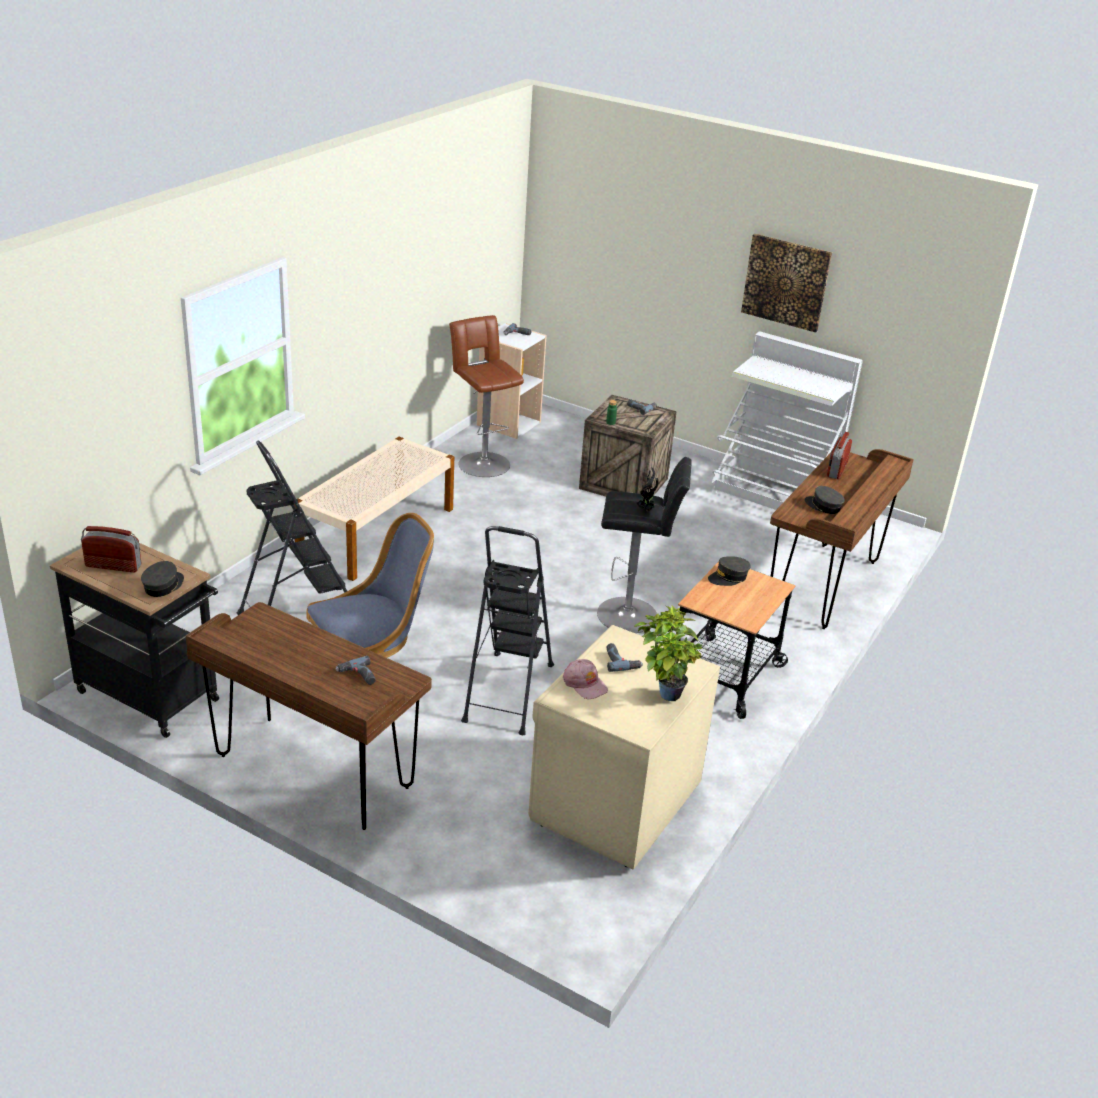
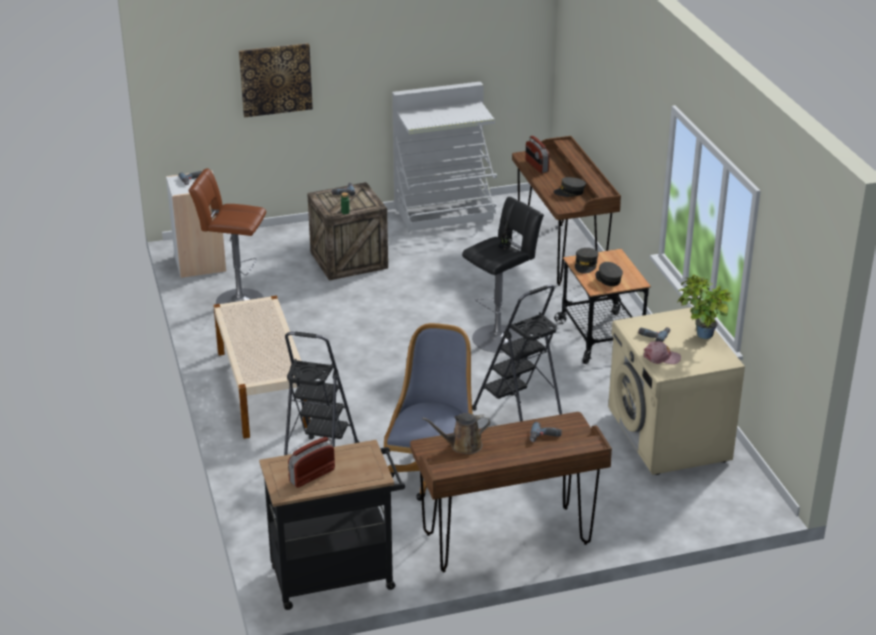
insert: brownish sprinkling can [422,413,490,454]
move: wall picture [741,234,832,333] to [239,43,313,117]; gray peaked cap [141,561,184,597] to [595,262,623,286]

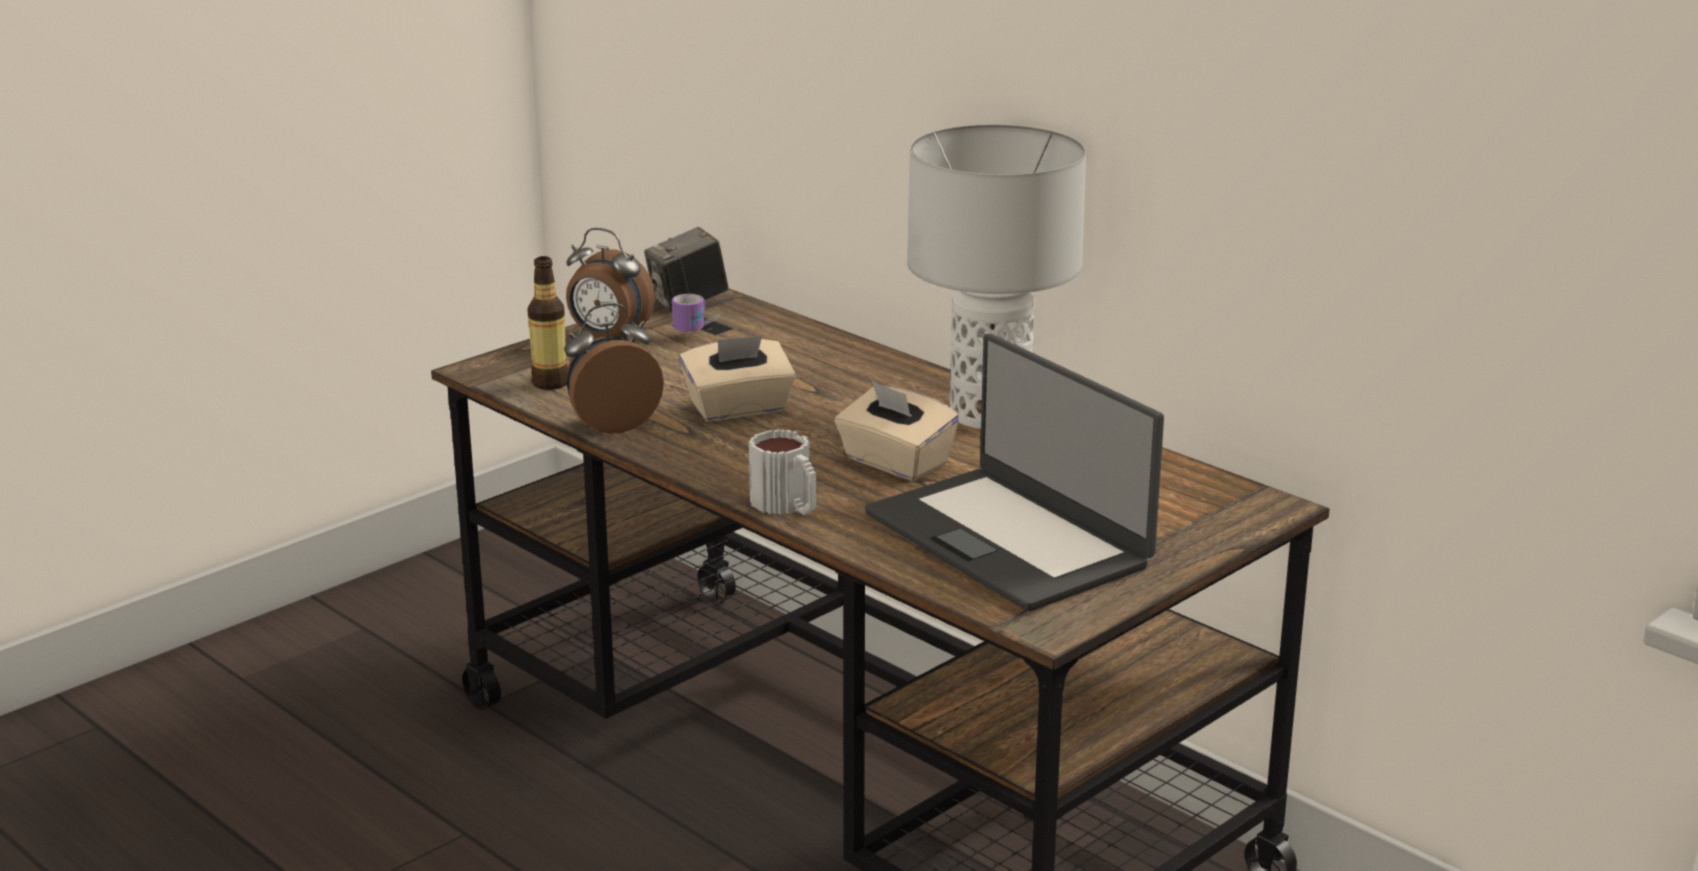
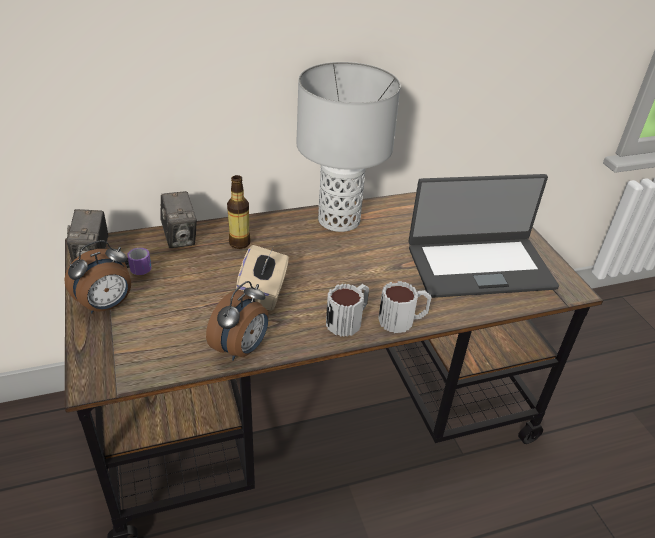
delete: sand-coloured box of tissues [835,380,959,481]
insert: still camera [160,191,197,248]; tea mug [326,284,369,337]
move: beverage bottle [527,256,568,390] to [227,175,251,249]
rotate: table clock [564,303,664,434] = [206,281,269,361] 150 degrees counterclockwise

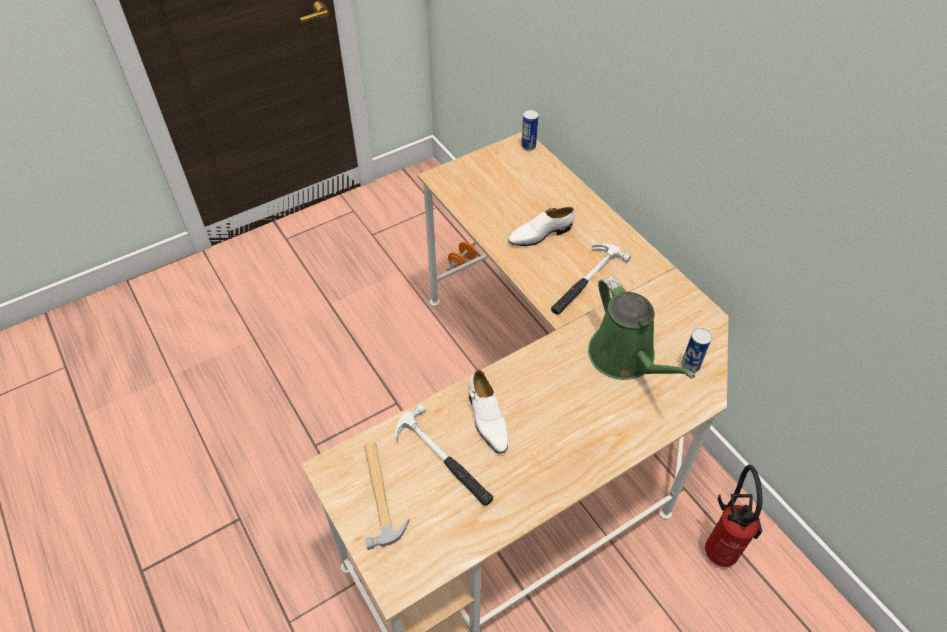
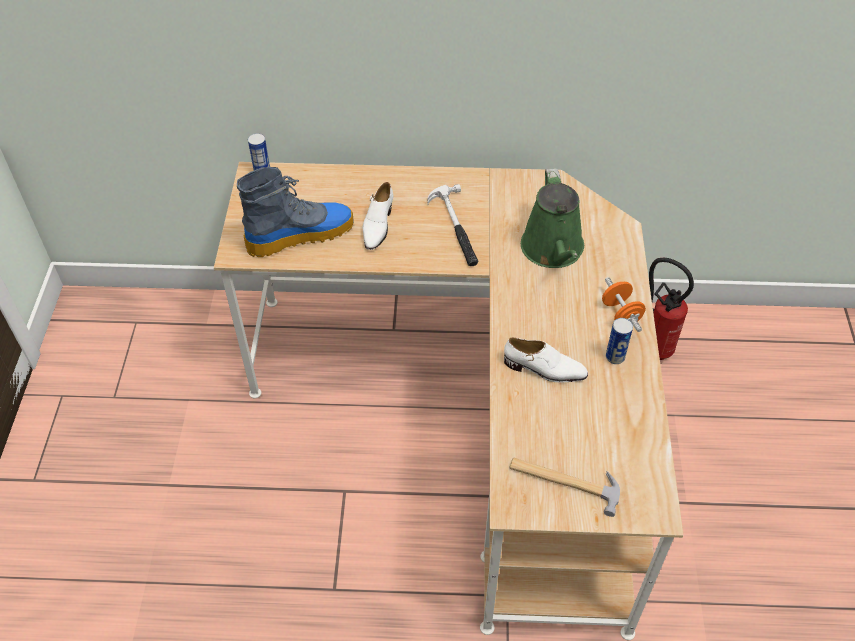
delete: hammer [396,404,493,506]
insert: boot [237,167,354,257]
move: orange-coloured hand weight [447,242,477,271] to [602,277,646,332]; can [681,328,712,373] to [606,318,633,364]
rotate: greenish sprinkling can [589,276,695,380] = [521,168,584,268] 75 degrees clockwise

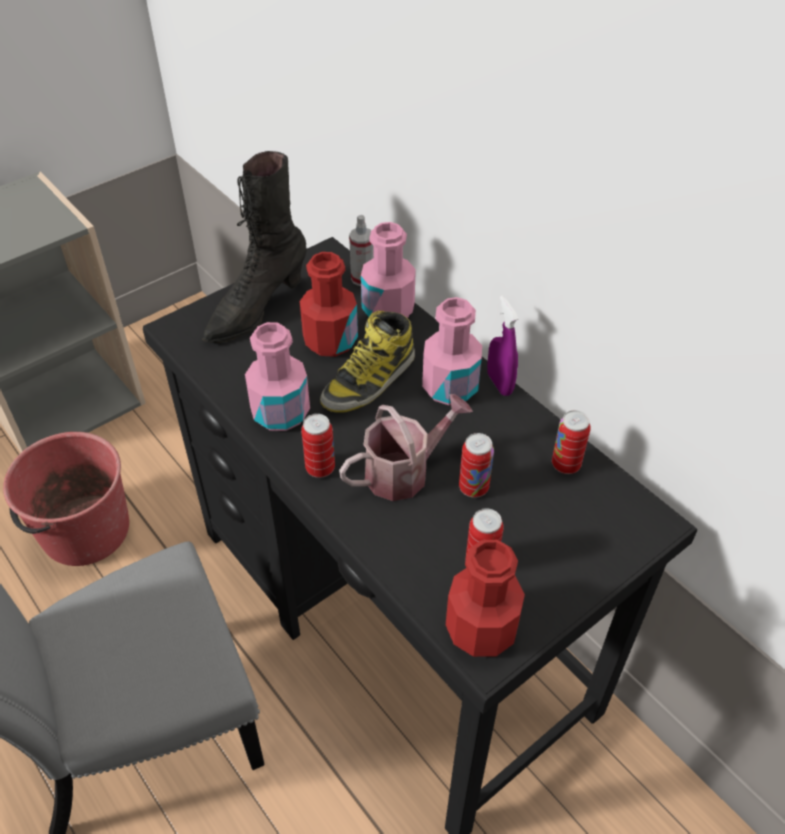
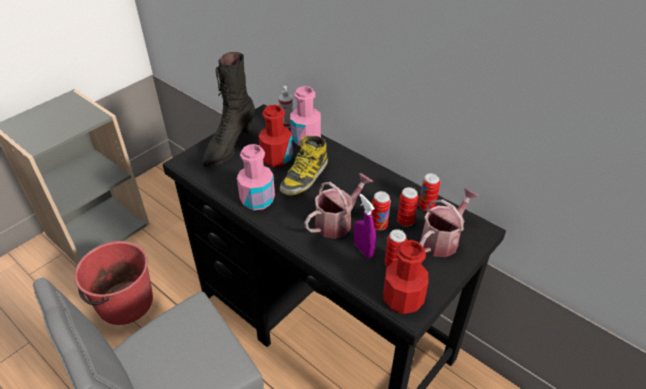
delete: pink beverage bottle [422,297,482,405]
insert: sprinkling can [420,188,479,257]
move: purple-coloured hand sprayer [487,295,519,396] to [354,194,376,258]; can [301,414,335,478] to [397,187,418,226]

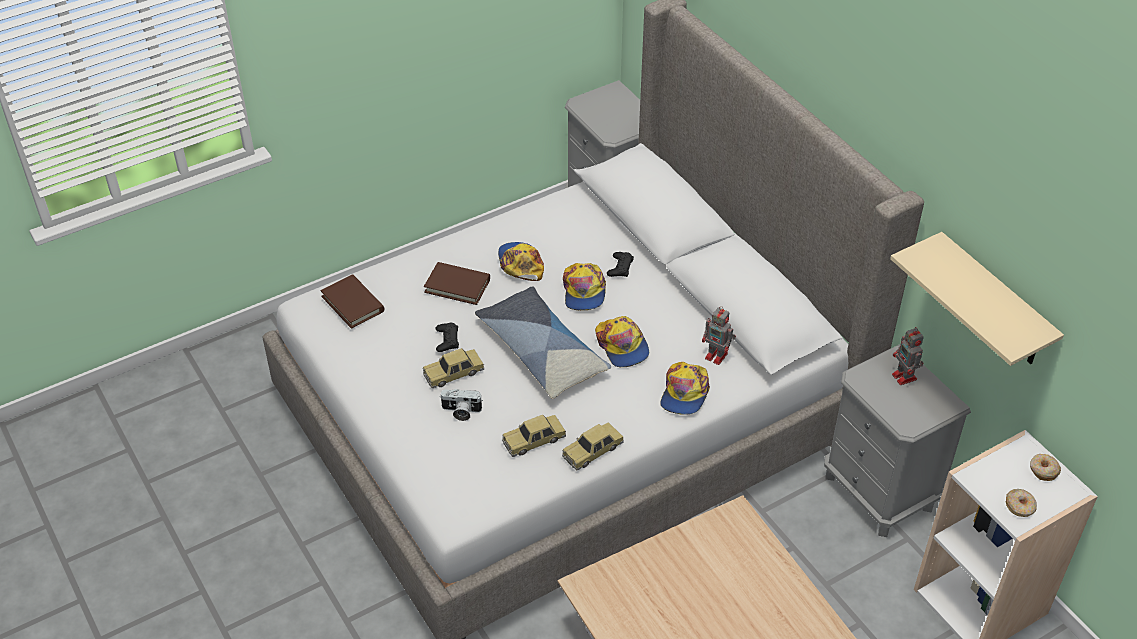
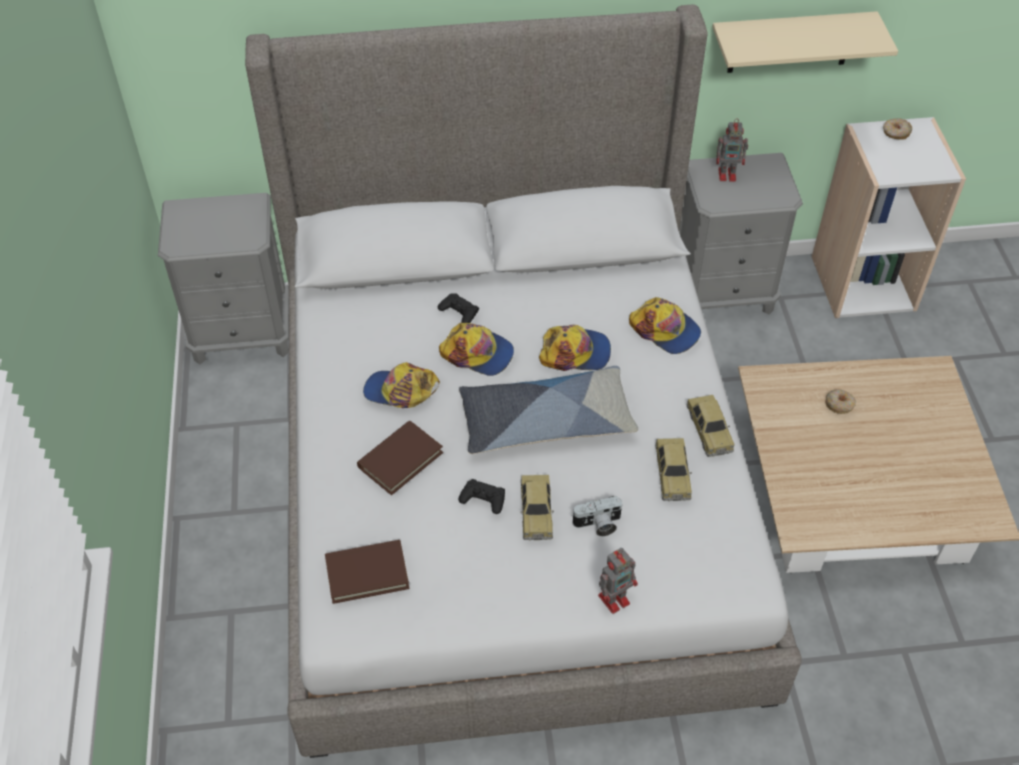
move: toy robot [702,306,736,365] to [598,548,638,614]; doughnut [1006,489,1037,517] to [825,389,856,414]
rotate: still camera [440,389,483,421] = [572,496,623,536] 45 degrees clockwise

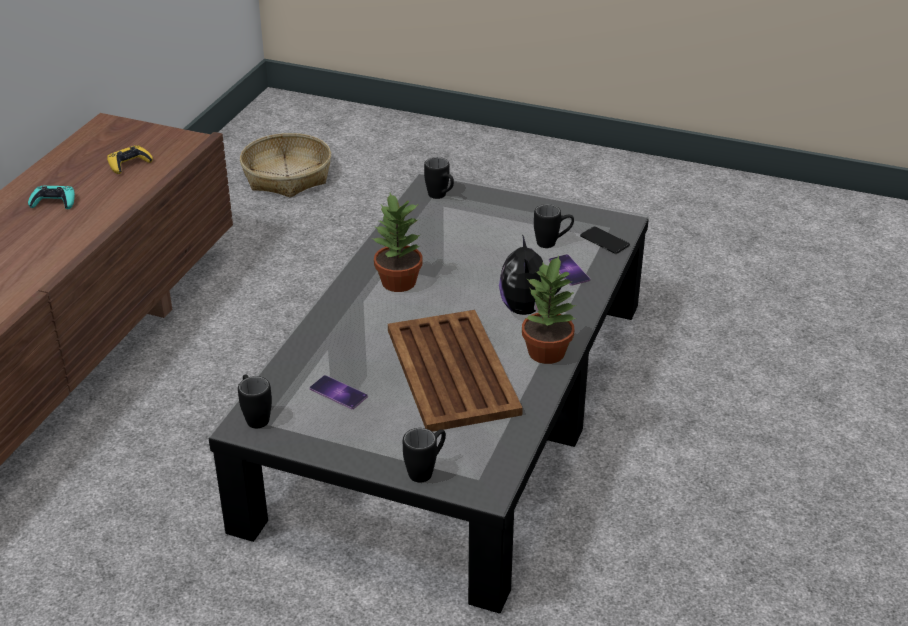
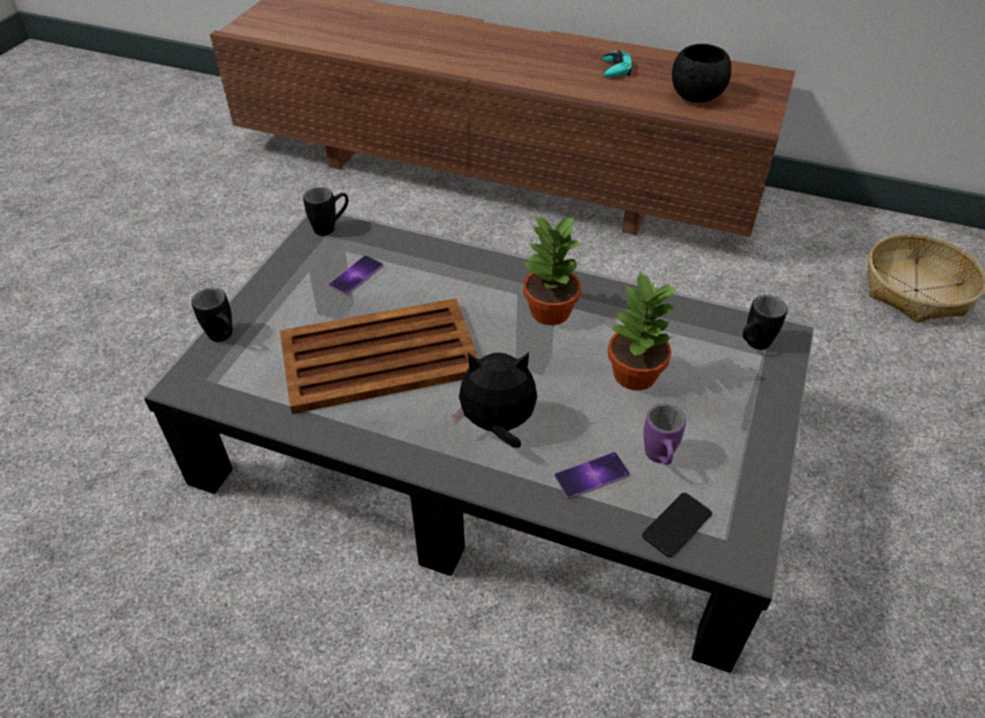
move: potted plant [522,256,576,364] to [608,271,677,390]
replace: yellowish gamepad [107,145,153,174] to black bowl [672,44,731,102]
recolor: black tea mug [534,204,574,248] to purple-coloured tea mug [643,404,686,465]

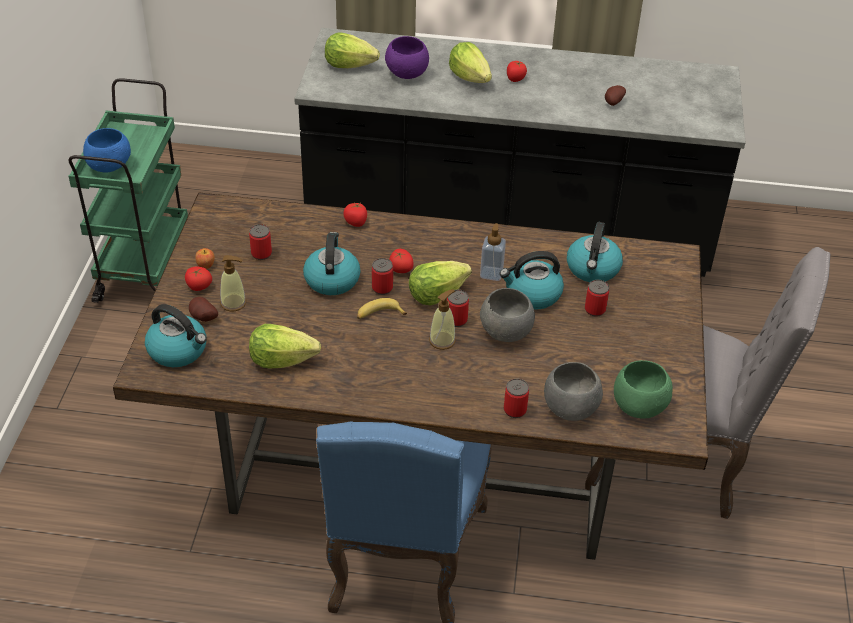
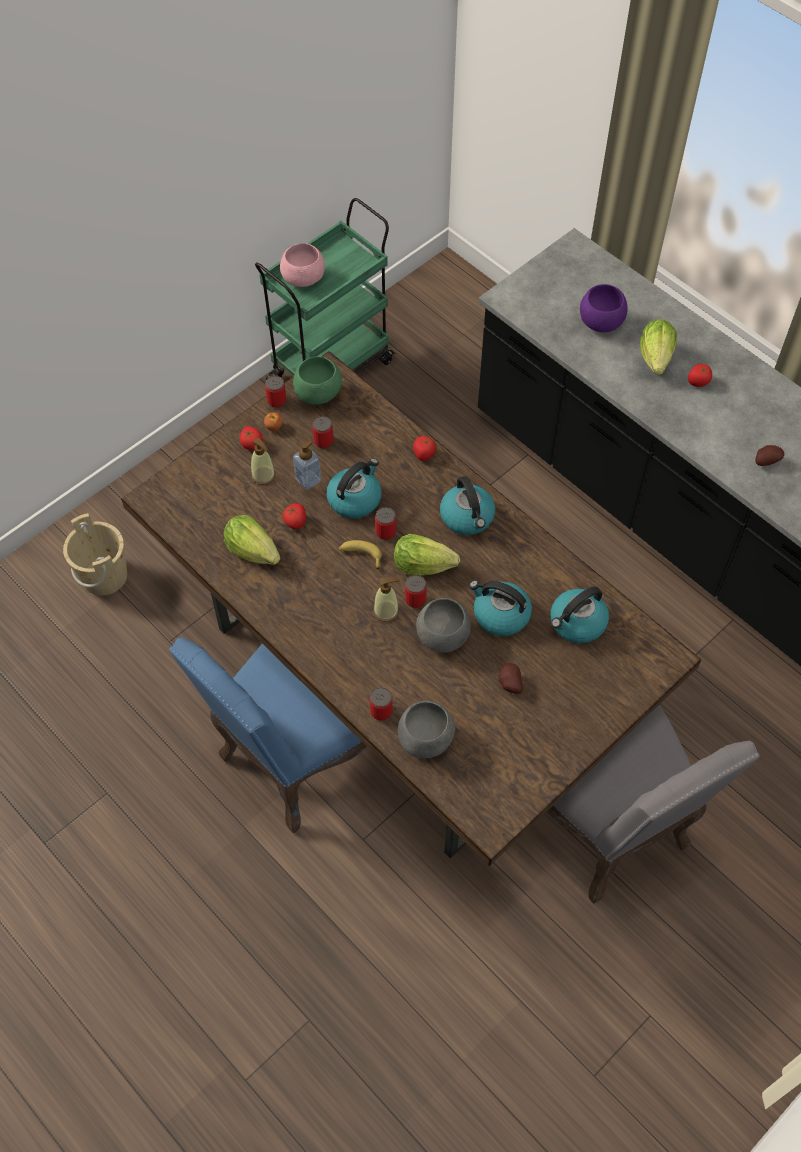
delete: head of lettuce [325,32,380,68]
insert: sand-coloured water bucket [63,513,127,596]
move: can [585,280,609,317] to [265,375,286,408]; whole tomato [389,249,414,273] to [283,503,306,529]; greenish bowl [614,360,673,419] to [293,356,342,405]; soap dispenser [480,223,506,281] to [293,441,321,490]; kettle [145,304,207,367] to [440,476,495,535]; whole potato [189,297,218,322] to [499,663,523,694]
recolor: blue bowl [83,128,131,173] to pink bowl [280,243,325,287]

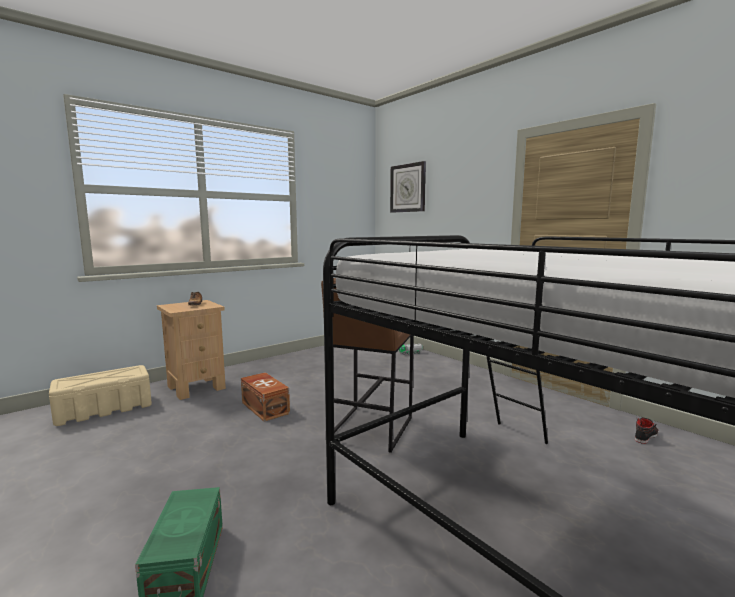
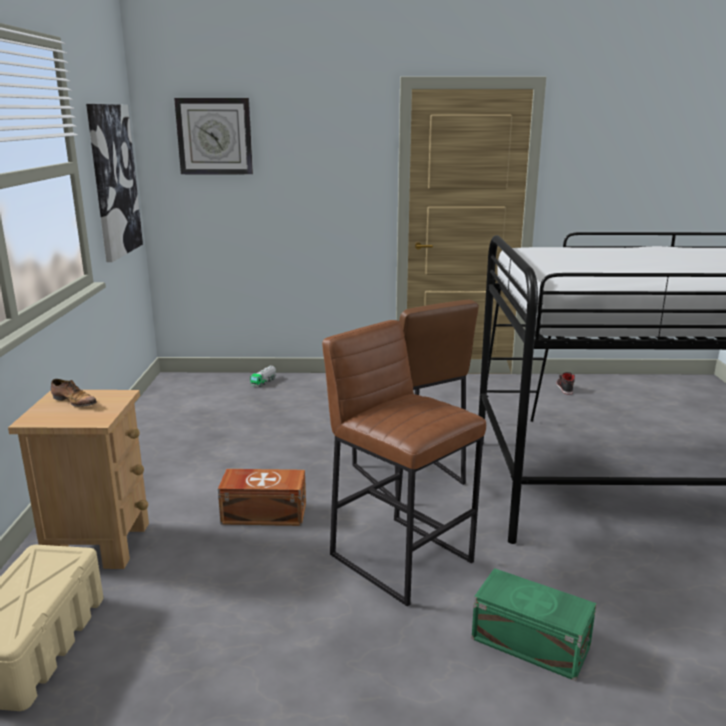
insert: wall picture [86,104,143,262]; brownish stool seat [322,320,486,606]

